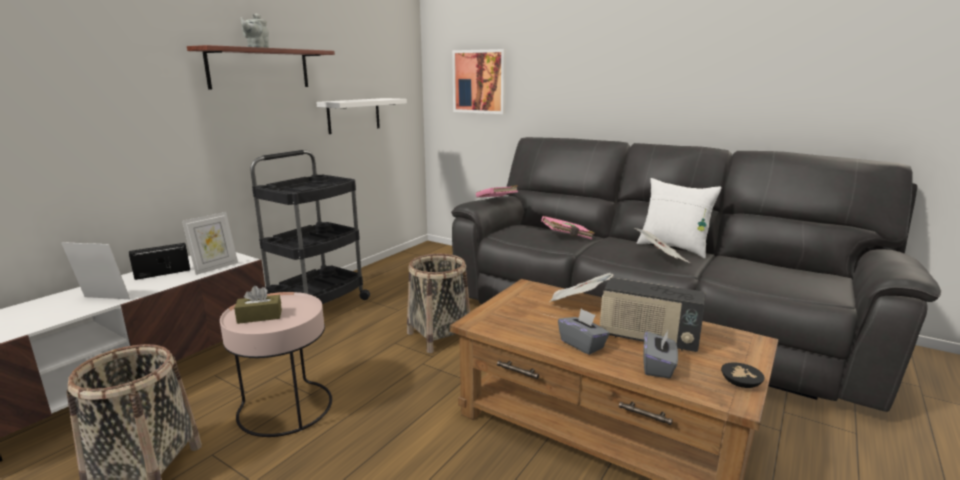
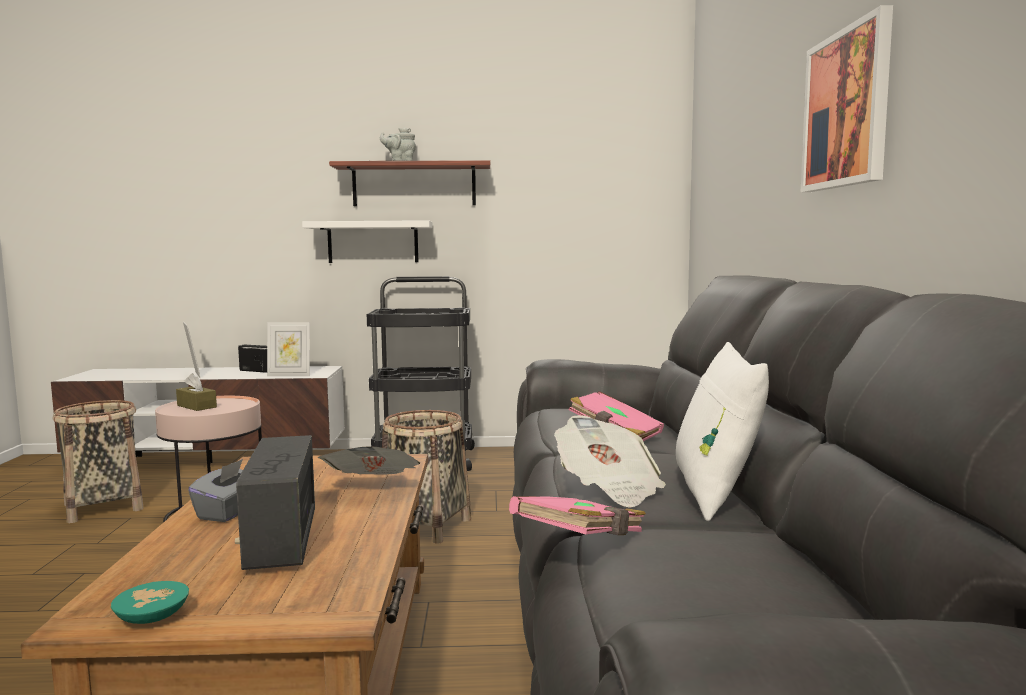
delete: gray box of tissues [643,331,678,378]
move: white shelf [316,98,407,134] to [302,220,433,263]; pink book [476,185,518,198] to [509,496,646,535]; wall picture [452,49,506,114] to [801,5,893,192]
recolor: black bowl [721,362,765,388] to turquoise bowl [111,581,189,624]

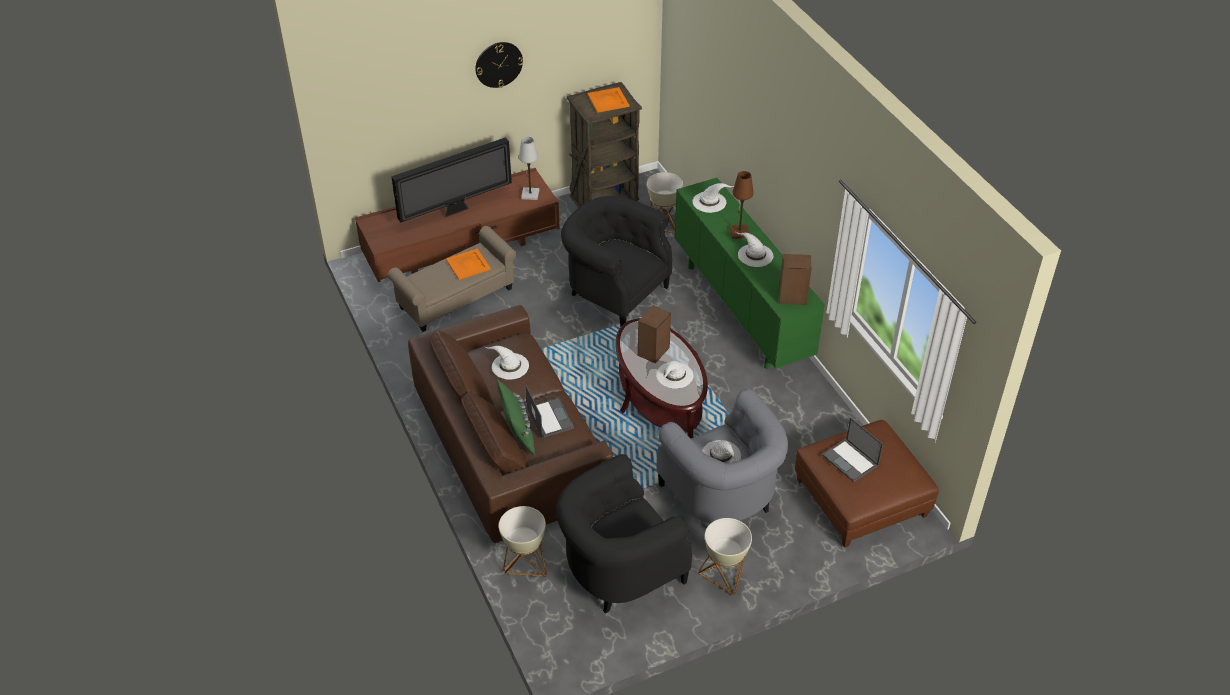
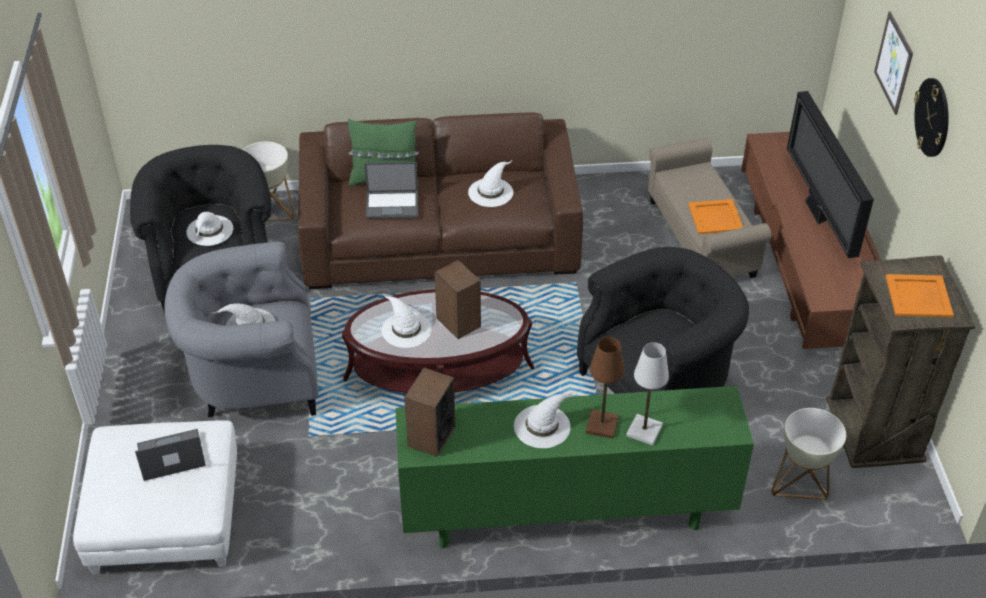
delete: flower pot [698,518,752,594]
insert: wall picture [874,11,913,115]
move: white clothing hat [692,183,734,213] to [186,212,233,246]; white lamp for a table [519,136,539,200] to [626,342,669,446]
recolor: brownish footrest [795,420,939,548] to white footrest [73,420,237,574]

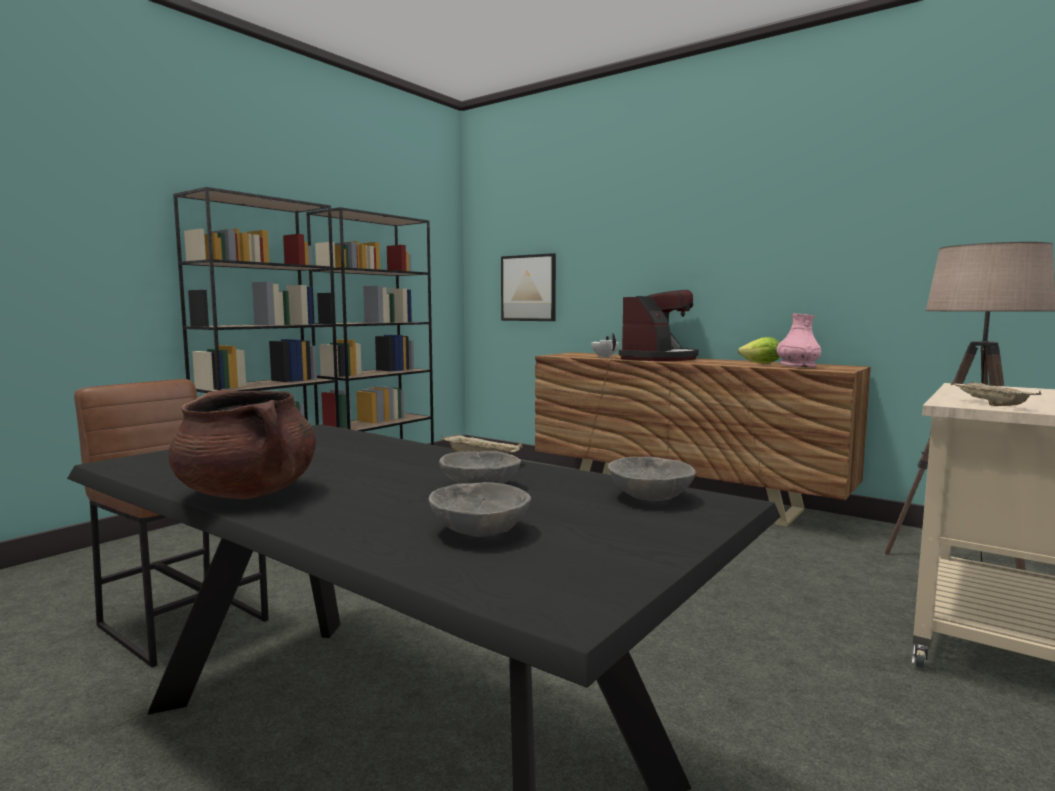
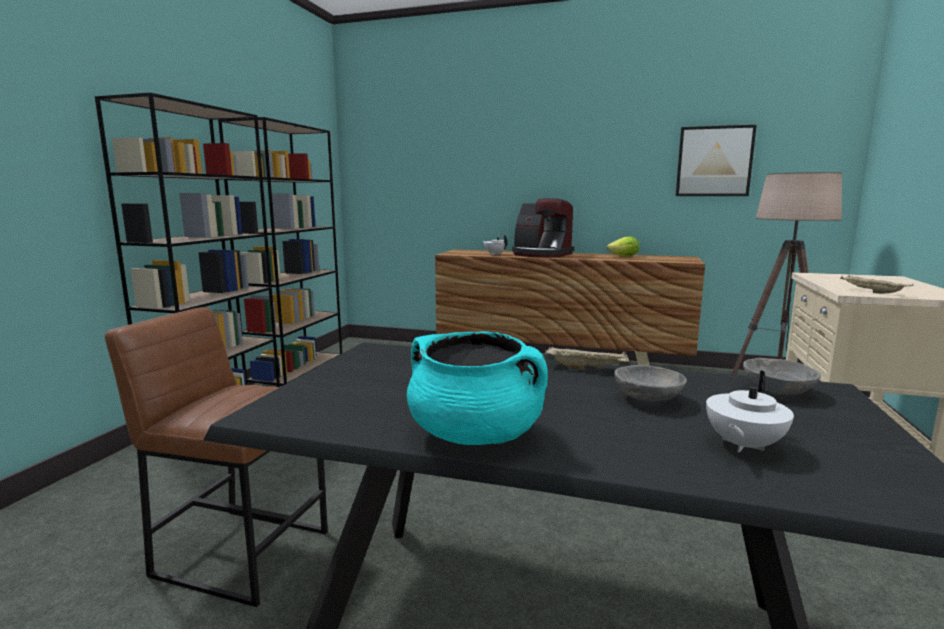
delete: pink decorative vase [776,313,821,368]
move: wall picture [501,253,556,321] to [676,125,757,196]
replace: gray bowl [429,482,531,537] to white teapot [706,370,794,453]
recolor: brownish stockpot [168,390,316,499] to turquoise stockpot [407,331,548,445]
rotate: coffee maker [619,290,699,361] = [512,198,574,258] 105 degrees clockwise

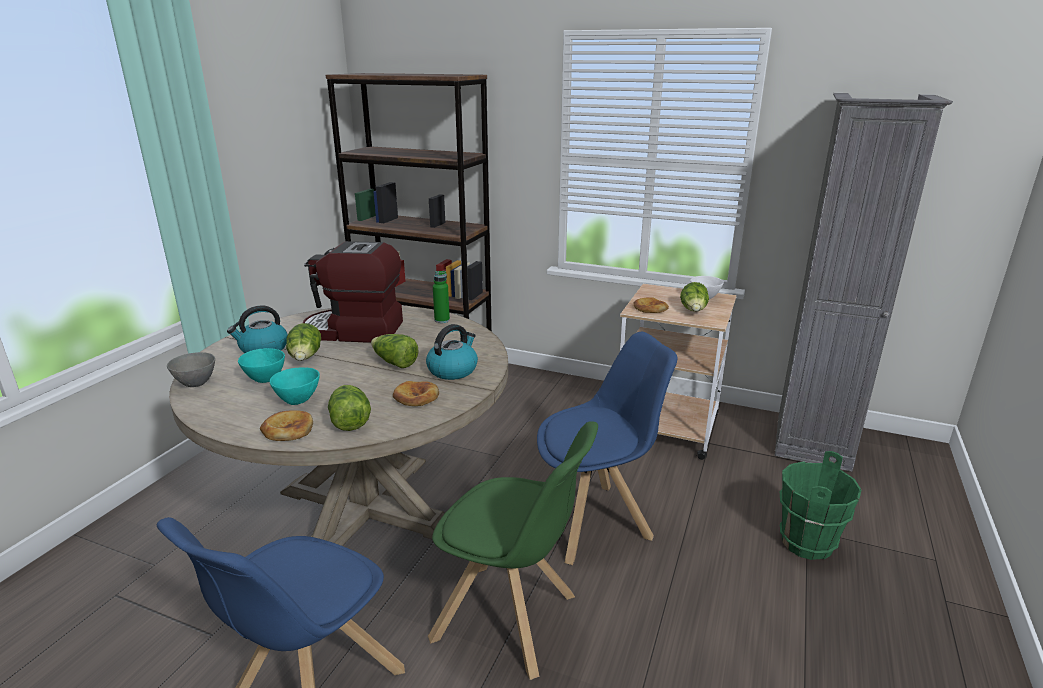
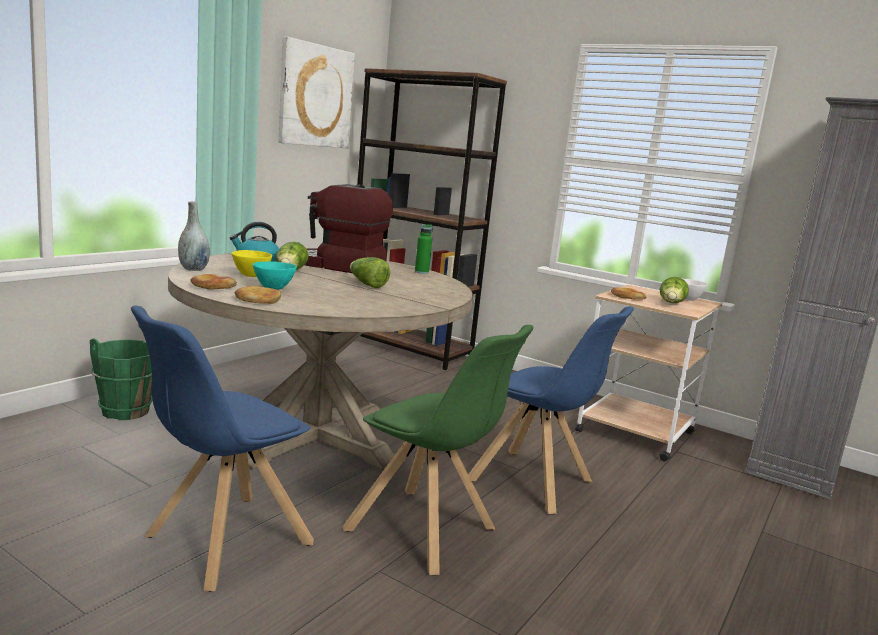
delete: head of lettuce [328,385,371,431]; kettle [426,324,478,380]
insert: wall picture [278,37,355,149]
move: greenish water bucket [780,451,862,560] to [90,339,153,420]; bakery bread [393,381,439,406] to [190,274,237,290]
replace: gray bowl [167,352,215,387] to gray decorative vase [178,201,210,271]
recolor: turquoise bowl [238,348,285,383] to yellowish bowl [232,250,272,277]
rotate: blue upright chair [537,332,678,565] = [468,306,634,514] 45 degrees clockwise

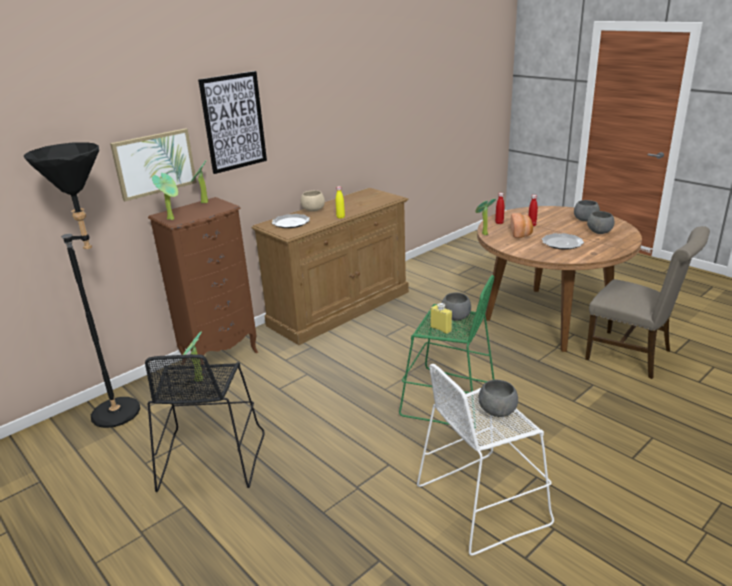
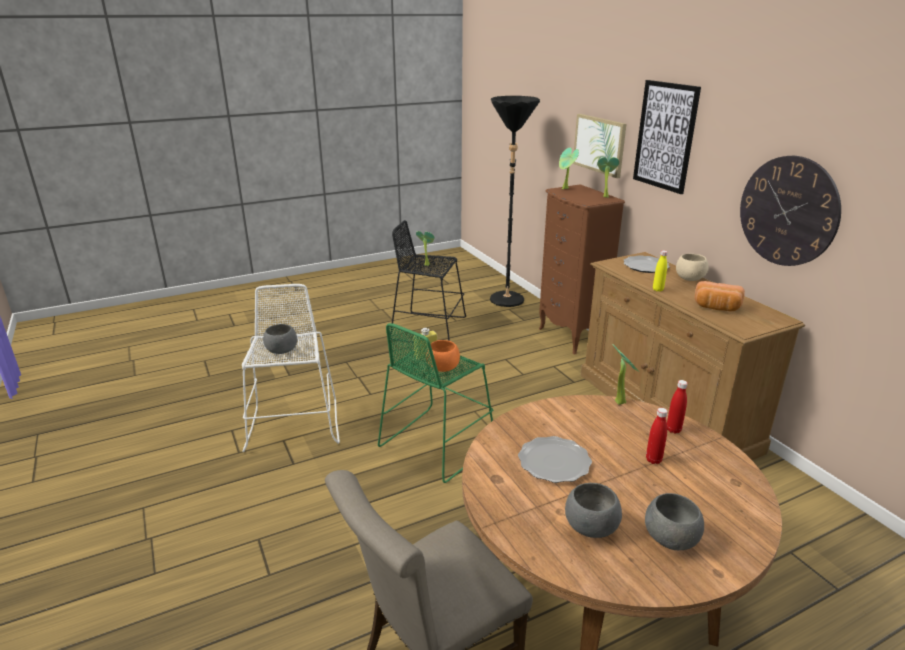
insert: hanging clock [740,156,841,266]
move: bakery bread [511,213,533,238] to [695,281,745,311]
recolor: gray bowl [442,292,471,321] to orange-coloured bowl [426,340,460,372]

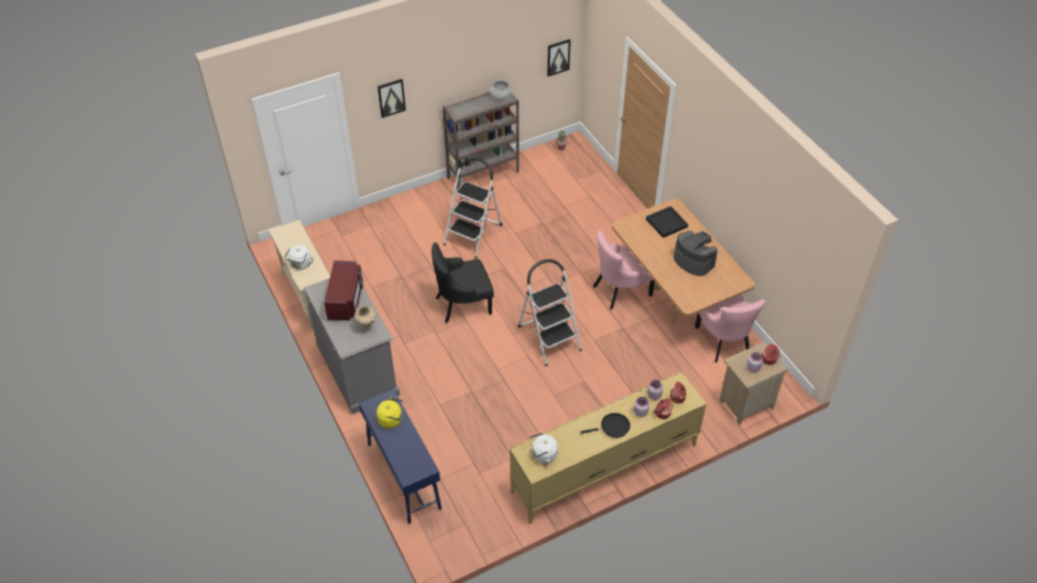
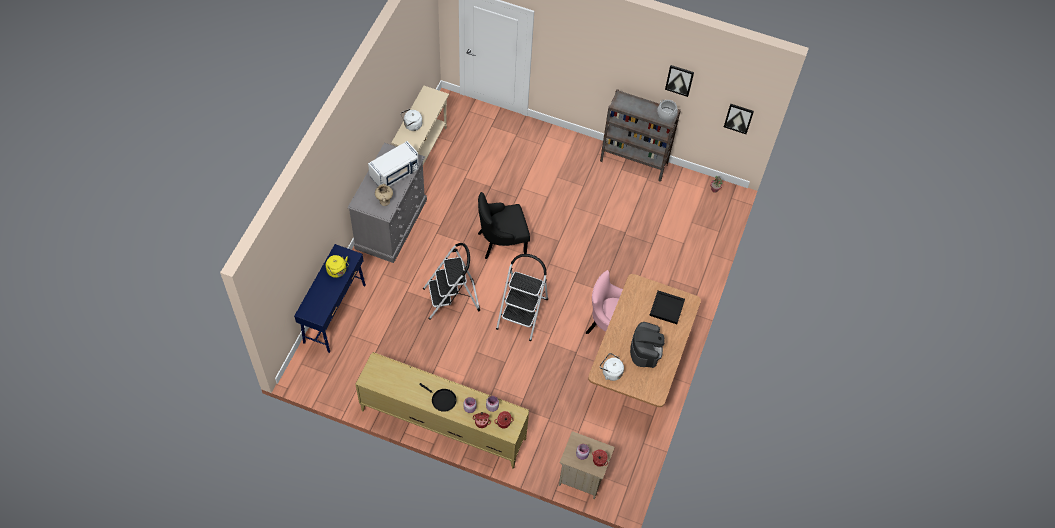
delete: pink upright chair [695,294,766,363]
move: step ladder [443,157,503,258] to [423,243,480,320]; white kettle [529,433,558,464] to [600,353,624,381]; wall picture [377,79,406,118] to [665,65,694,97]
recolor: red-coloured kitchen microwave [324,261,363,321] to white kitchen microwave [368,141,419,186]
rotate: black upright chair [431,242,494,323] = [478,192,530,259] 45 degrees counterclockwise

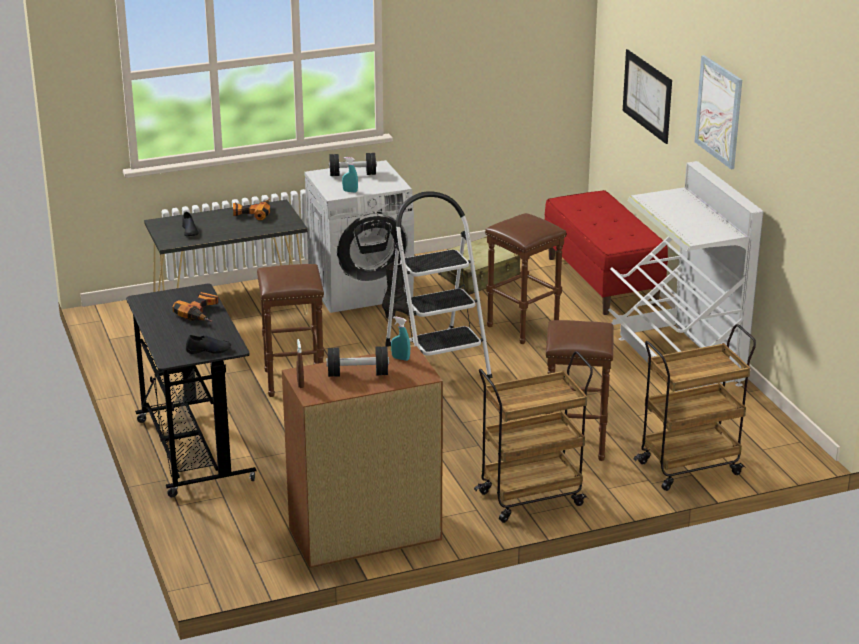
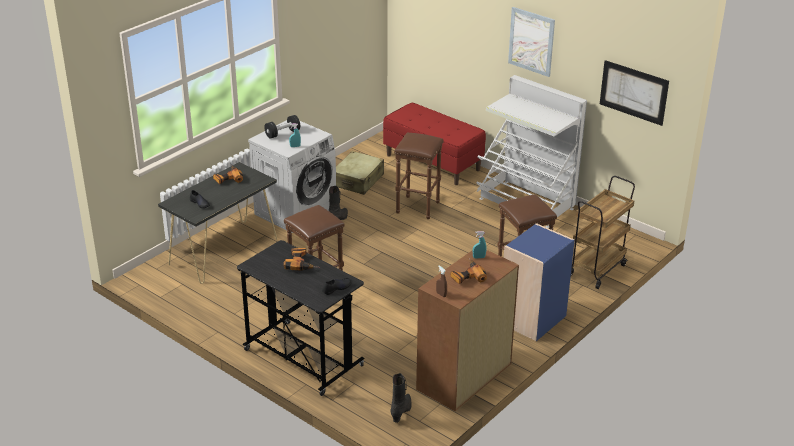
delete: step ladder [385,191,492,378]
insert: black boot [390,373,412,423]
move: wall picture [623,49,672,144] to [600,60,669,126]
replace: black hand weight [326,346,389,377] to electric drill [450,258,487,284]; brownish trolley [474,351,593,523] to blue bookcase [504,223,575,341]

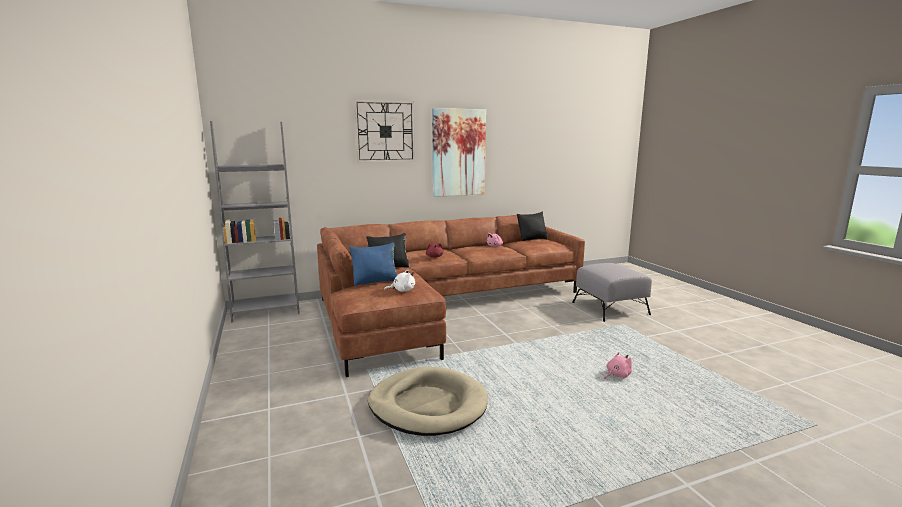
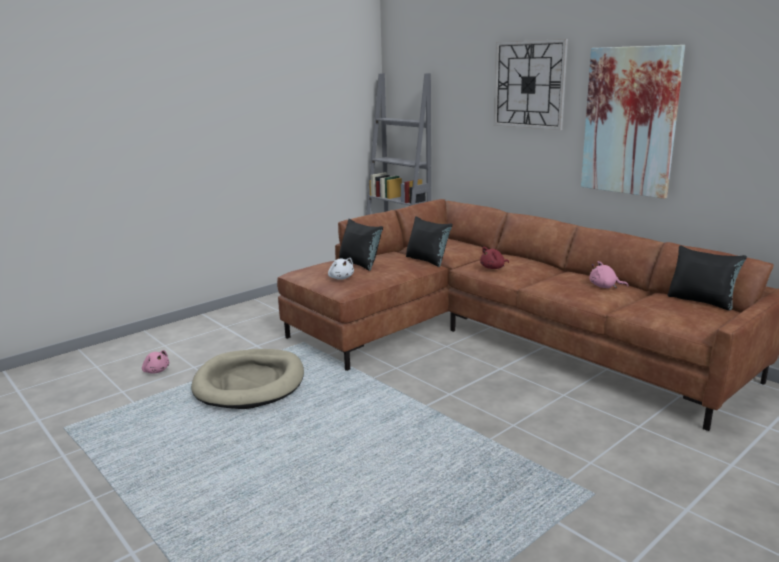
delete: gray footrest [572,263,652,322]
move: pink cuddly toy [604,352,632,379] to [142,350,169,374]
recolor: blue cushion [349,242,397,286] to black cushion [339,219,383,271]

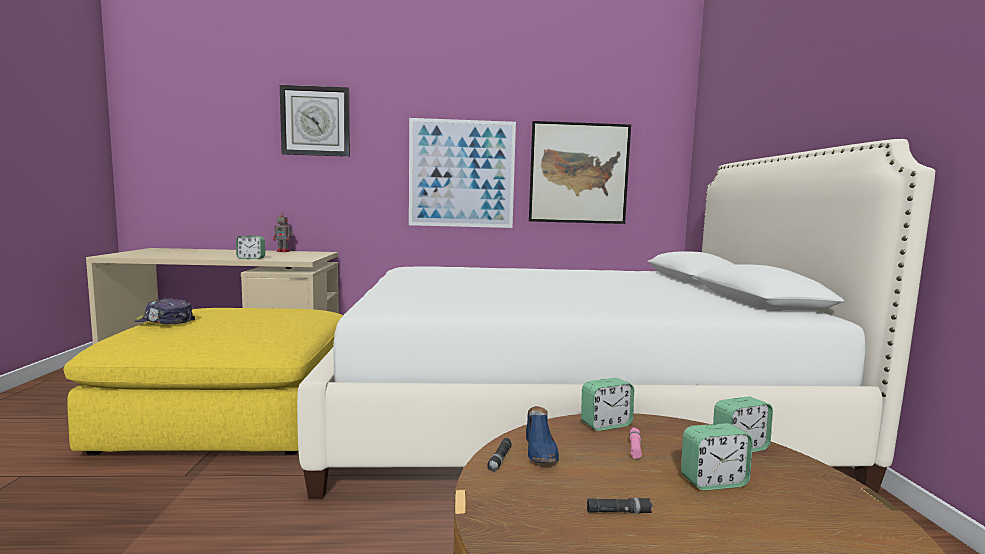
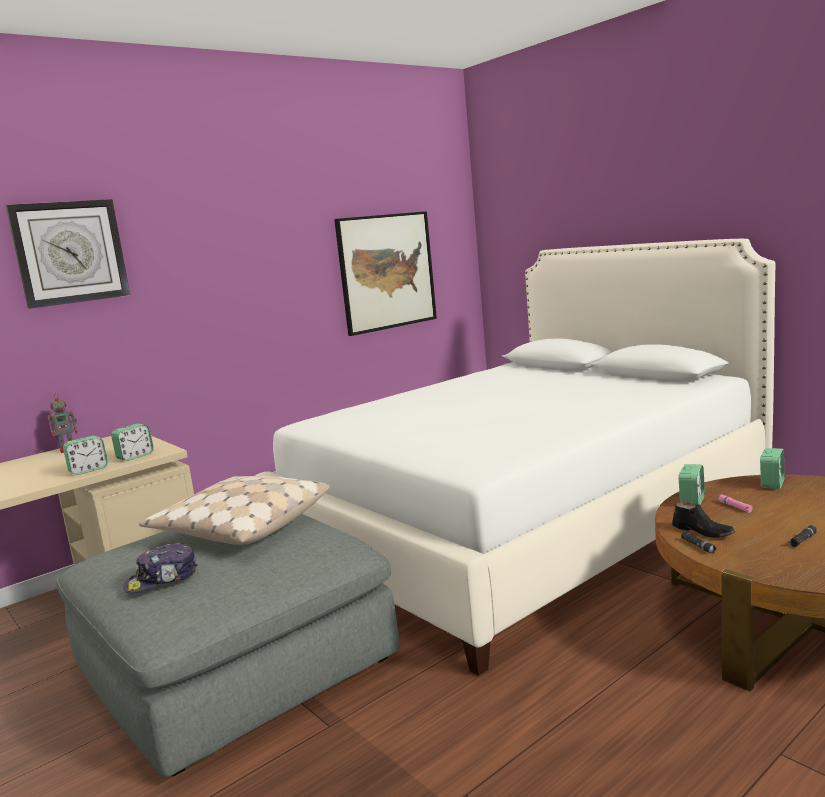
delete: wall picture [409,118,516,228]
insert: sand-coloured cushion [139,476,330,545]
move: table clock [681,423,753,491] to [111,424,154,461]
recolor: yellowish footrest [63,308,343,455] to gray footrest [56,514,400,777]; blue low shoe [526,406,559,463] to black low shoe [672,502,736,538]

